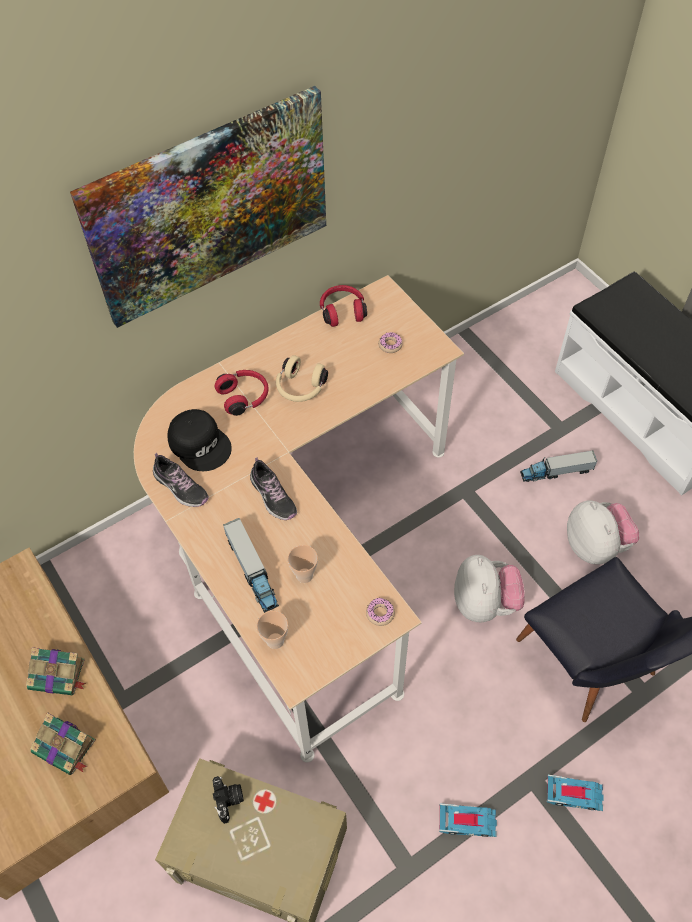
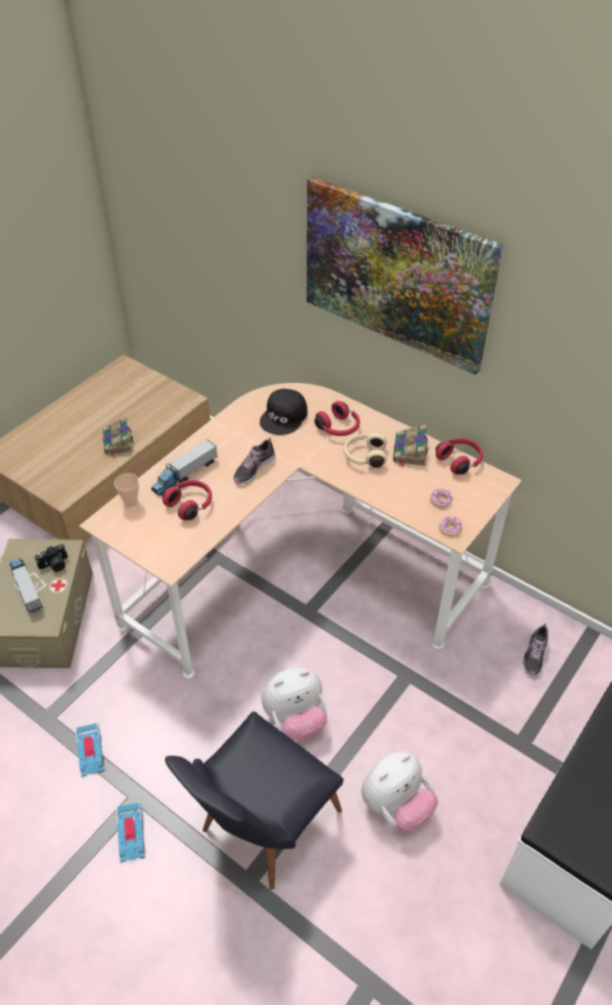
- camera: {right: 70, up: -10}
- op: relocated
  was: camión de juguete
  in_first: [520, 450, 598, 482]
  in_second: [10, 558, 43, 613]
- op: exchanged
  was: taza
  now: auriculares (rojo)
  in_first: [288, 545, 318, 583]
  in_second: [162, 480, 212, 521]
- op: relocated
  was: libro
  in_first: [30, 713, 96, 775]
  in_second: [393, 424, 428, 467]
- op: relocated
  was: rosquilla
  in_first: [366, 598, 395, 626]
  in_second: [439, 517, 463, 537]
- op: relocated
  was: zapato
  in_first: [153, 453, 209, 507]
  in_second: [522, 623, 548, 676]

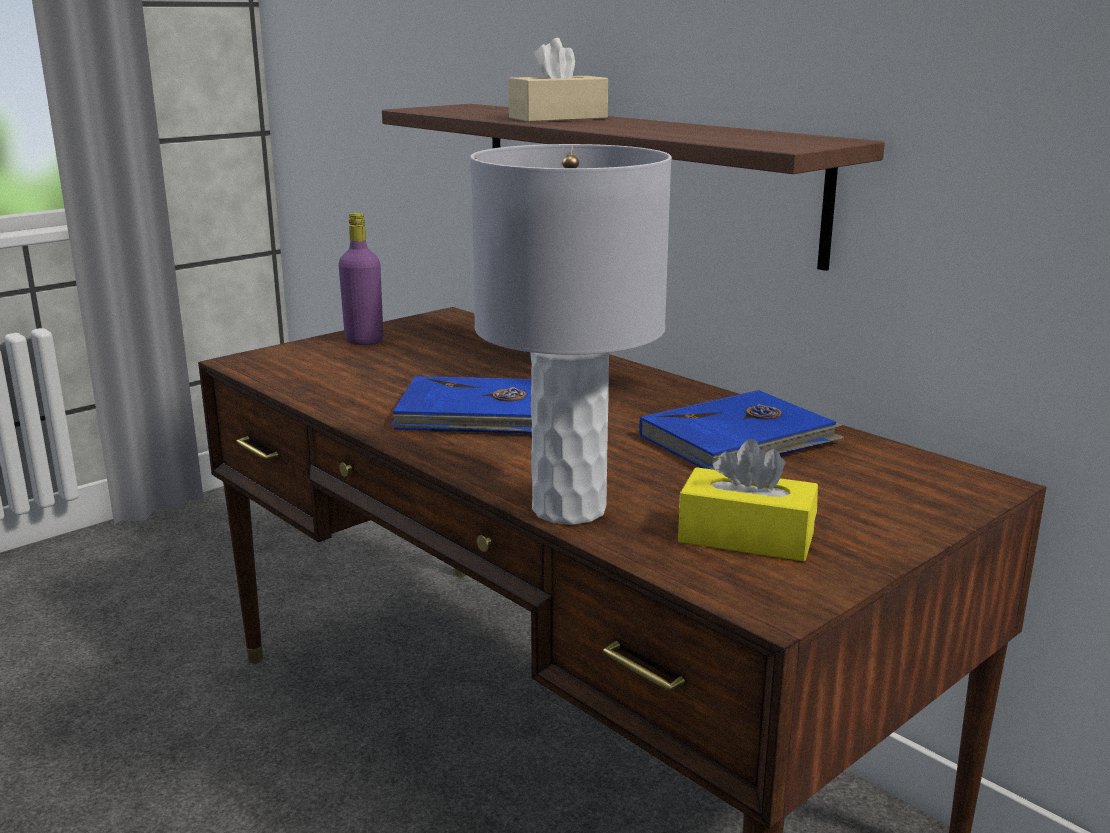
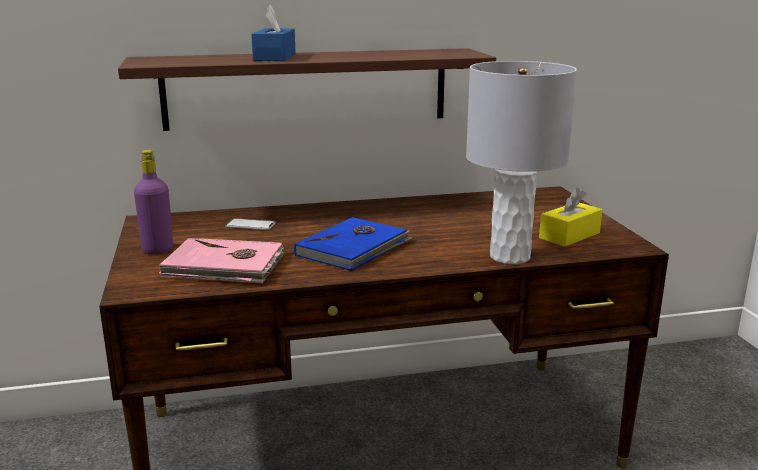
- camera: {right: -60, up: 0}
- op: appeared
  now: libro (rosa)
  in_second: [158, 238, 284, 283]
- op: appeared
  now: móvil
  in_second: [225, 218, 276, 230]
- op: colour
  was: caja de pañuelos (beis)
  now: caja de pañuelos (azul)
  in_first: [508, 38, 608, 122]
  in_second: [251, 5, 296, 61]
- op: missing
  was: libro (azul)
  in_first: [639, 390, 844, 470]

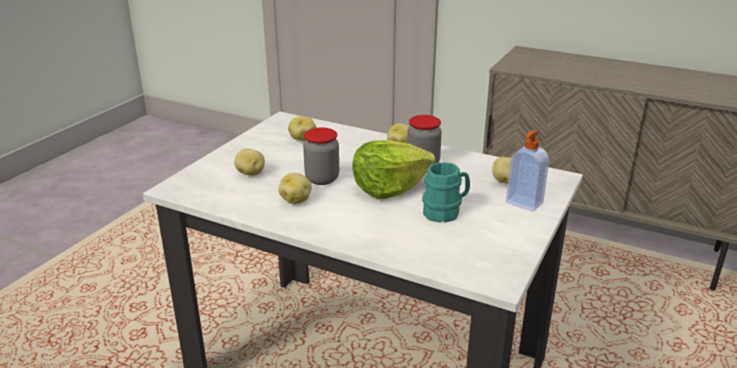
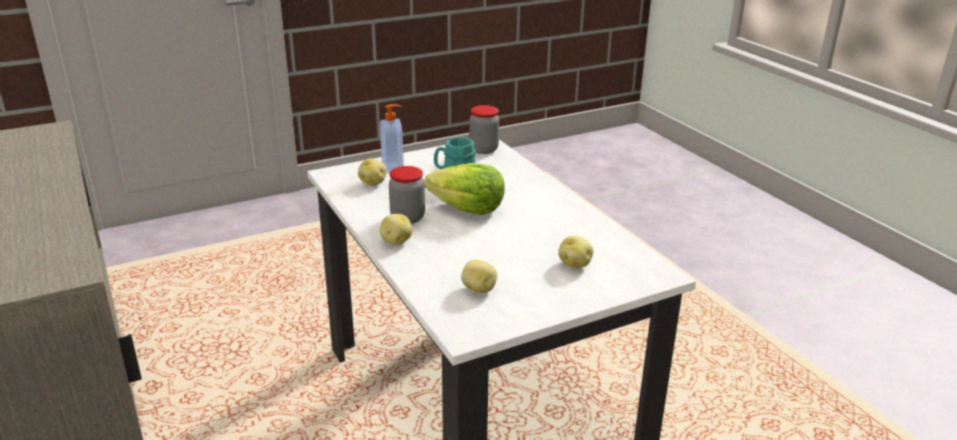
- camera: {right: -145, up: 0}
- op: relocated
  was: tarro
  in_first: [303, 127, 339, 185]
  in_second: [469, 105, 499, 154]
- op: missing
  was: patata
  in_first: [279, 173, 312, 204]

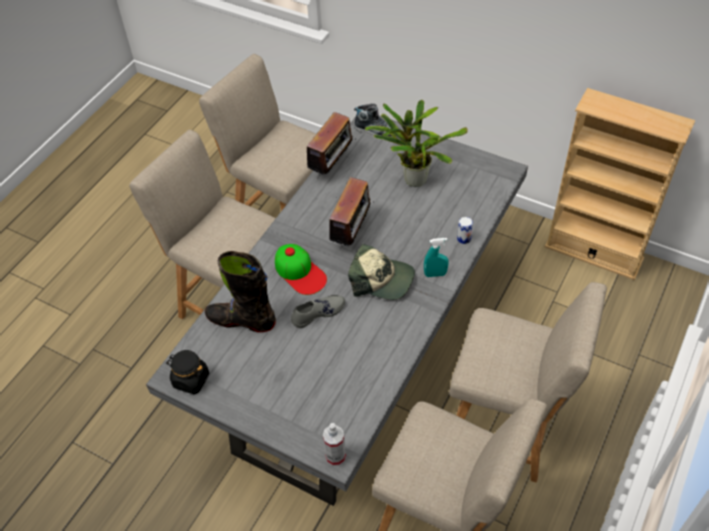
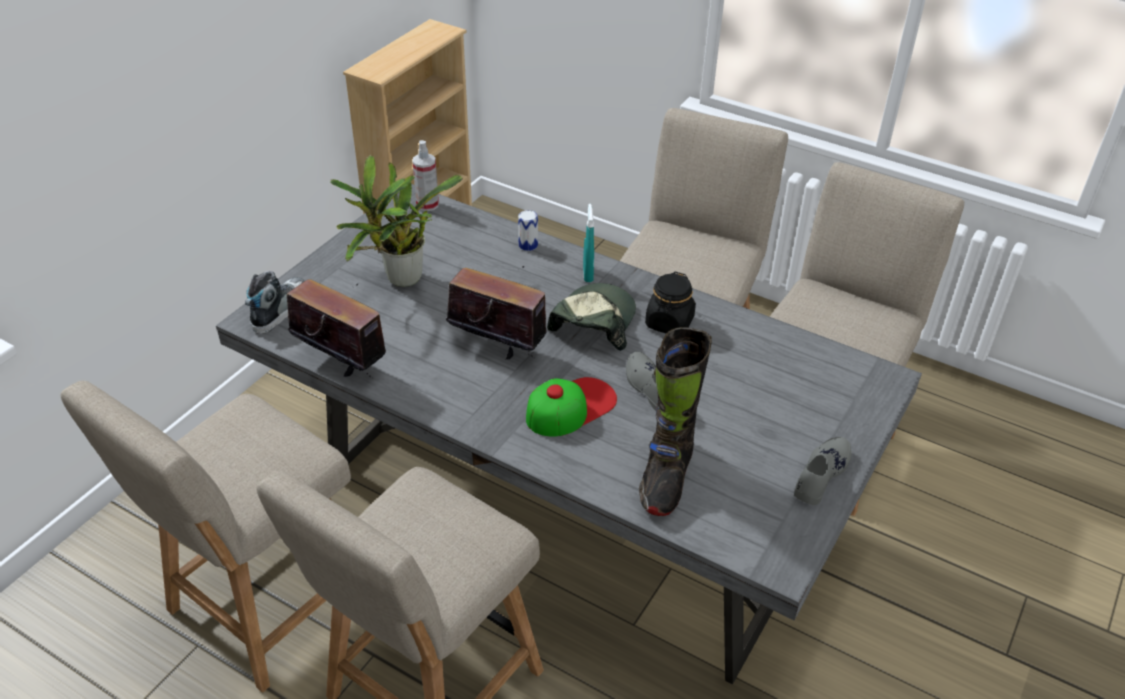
- camera: {right: -90, up: -10}
- op: relocated
  was: pulverizador
  in_first: [323, 423, 346, 466]
  in_second: [412, 140, 439, 211]
- op: relocated
  was: tarro (negro)
  in_first: [166, 350, 209, 394]
  in_second: [645, 272, 696, 334]
- op: appeared
  now: zapato (gris)
  in_second: [794, 437, 852, 505]

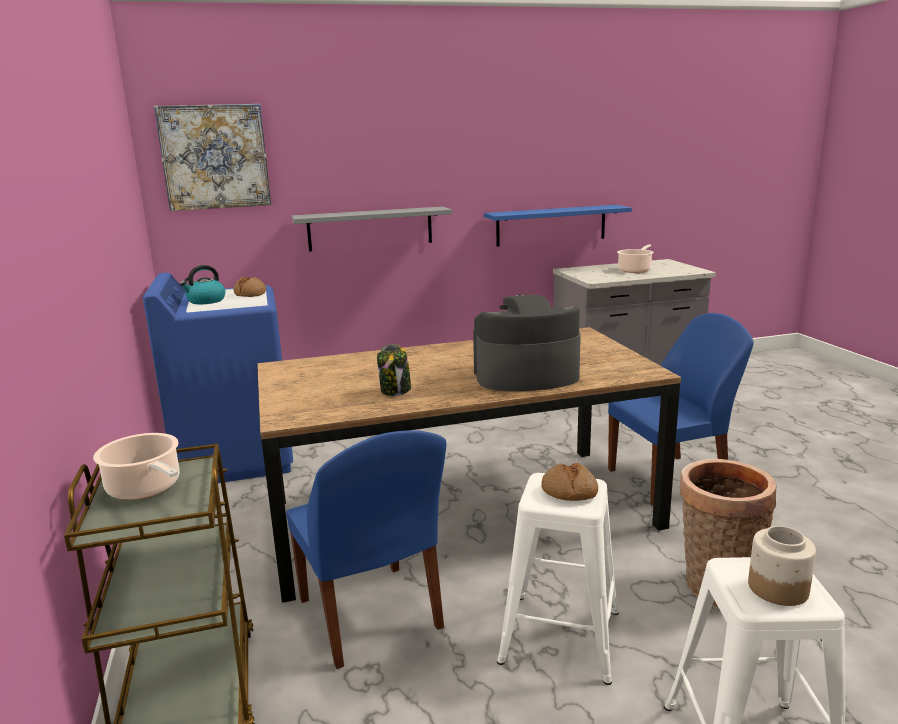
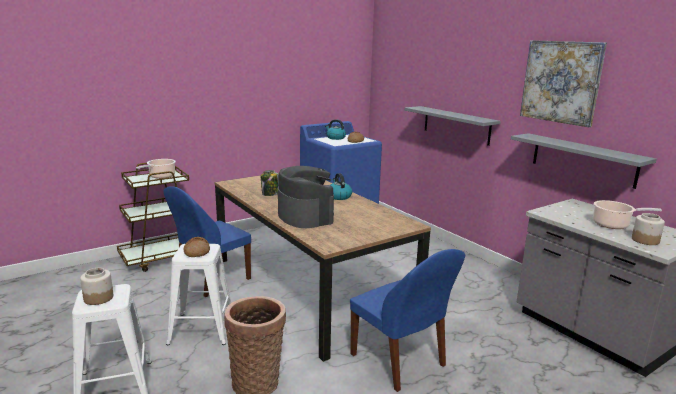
- camera: {right: 70, up: 0}
- op: appeared
  now: hervidor
  in_second: [330, 173, 352, 200]
- op: colour
  was: estante (azul)
  now: estante (gris)
  in_first: [484, 205, 632, 247]
  in_second: [511, 133, 657, 189]
- op: relocated
  was: cuadro
  in_first: [154, 104, 271, 211]
  in_second: [520, 40, 607, 127]
- op: appeared
  now: tarro
  in_second: [632, 213, 665, 245]

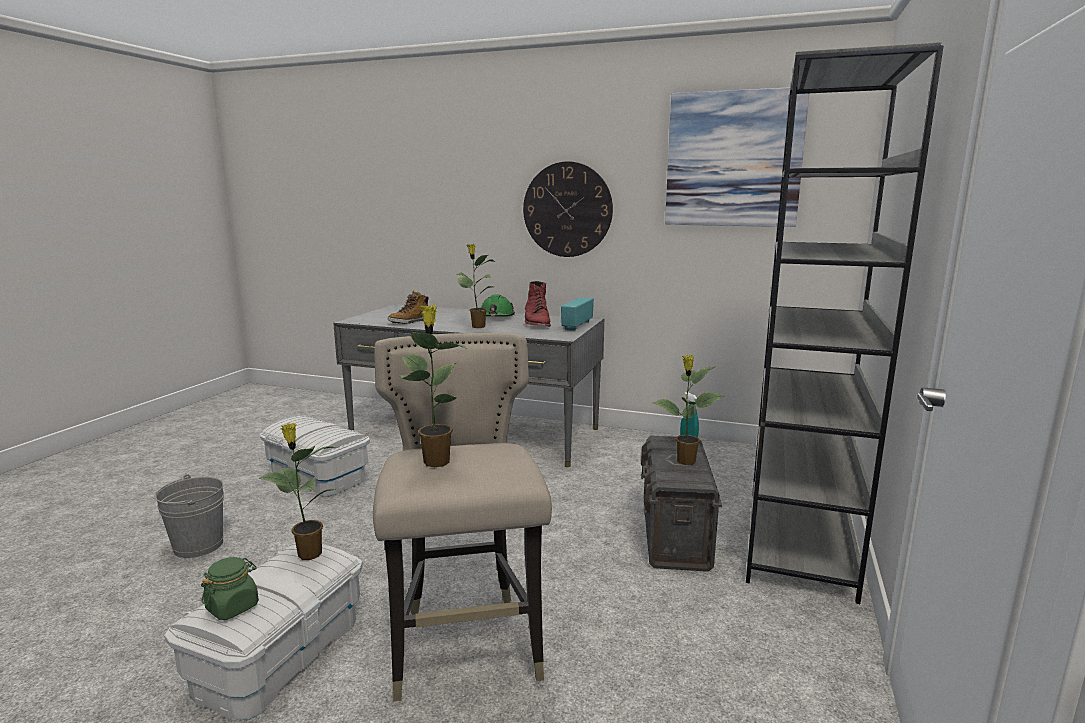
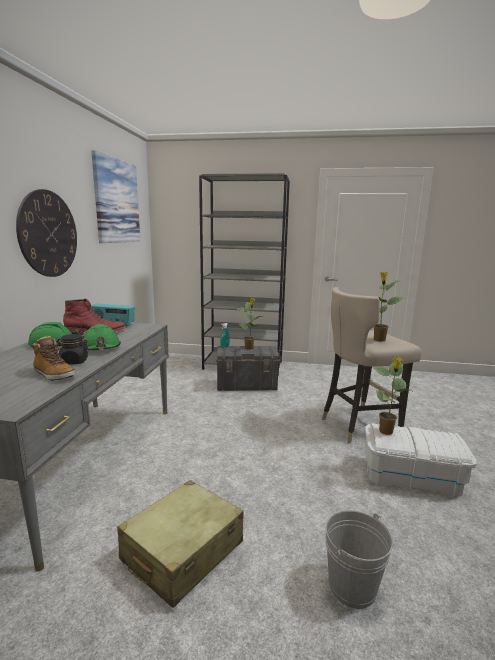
- camera: {right: -100, up: 0}
- op: appeared
  now: tarro (negro)
  in_second: [57, 334, 89, 365]
- op: exchanged
  was: planta en maceta
  now: casco (verde)
  in_first: [456, 244, 496, 328]
  in_second: [83, 324, 121, 350]
- op: exchanged
  was: caja de almacenaje (blanco)
  now: maleta (beis)
  in_first: [260, 416, 370, 497]
  in_second: [117, 480, 243, 608]
- op: missing
  was: tarro (verde)
  in_first: [201, 557, 259, 620]

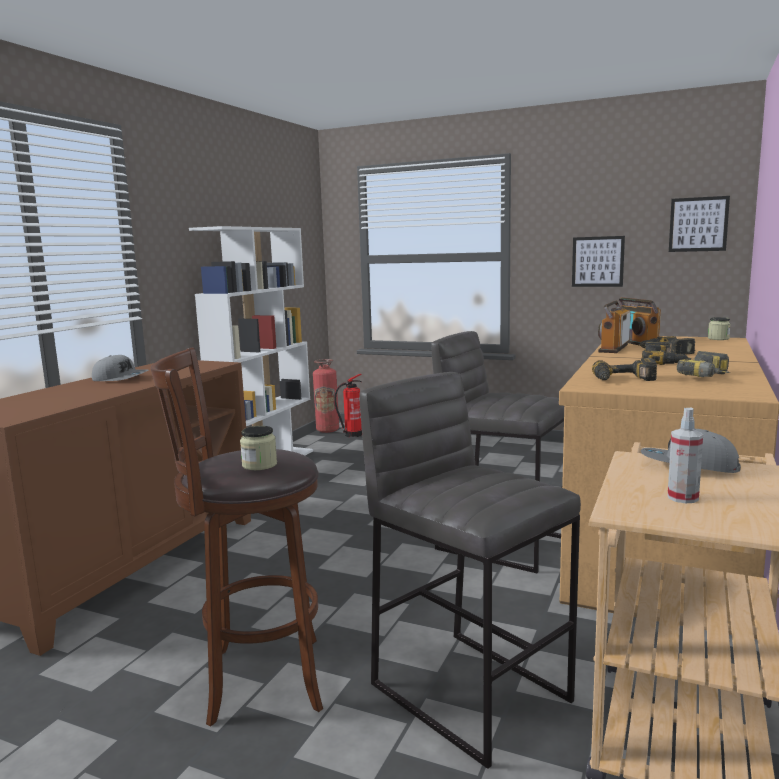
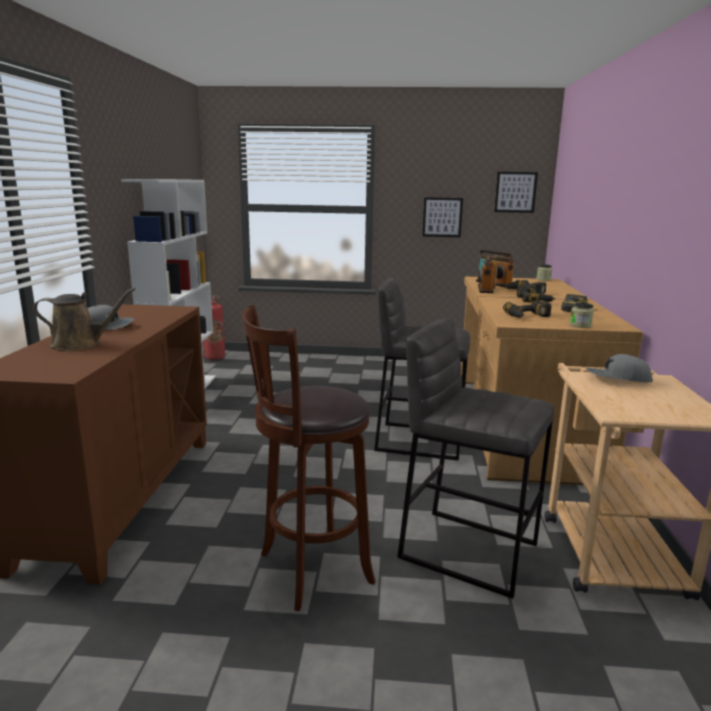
- camera: {right: -20, up: 5}
- op: appeared
  now: regadera (marrón)
  in_second: [33, 288, 136, 351]
- op: relocated
  was: tarro
  in_first: [240, 426, 277, 470]
  in_second: [570, 302, 594, 328]
- op: missing
  was: extintor
  in_first: [334, 374, 362, 437]
- op: missing
  was: pulverizador
  in_first: [668, 408, 703, 503]

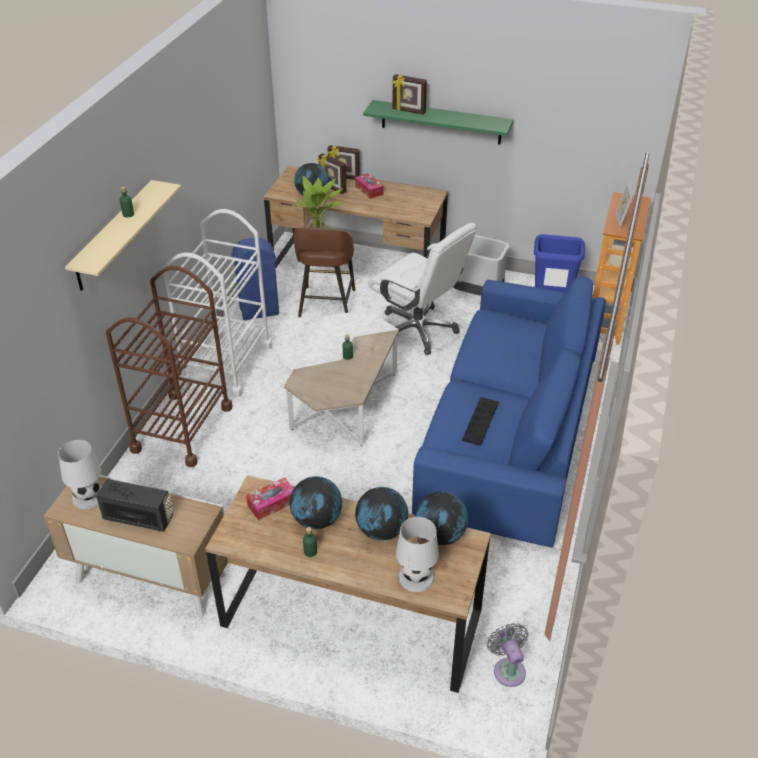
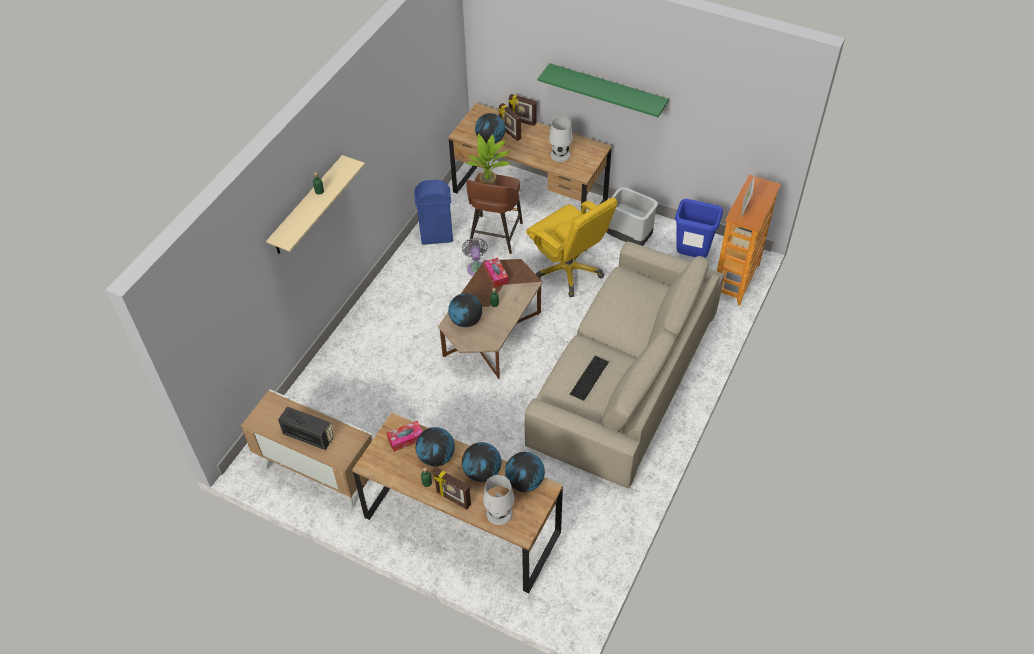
- camera: {right: 10, up: 10}
- op: relocated
  was: portarretratos
  in_first: [392, 74, 427, 115]
  in_second: [434, 468, 471, 510]
- op: colour
  was: mesa de centro (blanco)
  now: mesa de centro (marrón)
  in_first: [284, 310, 399, 446]
  in_second: [438, 259, 542, 379]
- op: appeared
  now: globo terráqueo
  in_second: [448, 293, 482, 327]
- op: relocated
  was: ventilador (gris)
  in_first: [487, 623, 528, 687]
  in_second: [462, 238, 488, 276]
- op: relocated
  was: caja de pañuelos
  in_first: [355, 173, 384, 199]
  in_second: [484, 258, 509, 287]
- op: colour
  was: sofá (azul)
  now: sofá (beis)
  in_first: [412, 276, 606, 548]
  in_second: [525, 241, 725, 488]
- op: colour
  was: silla de oficina (blanco)
  now: silla de oficina (amarillo)
  in_first: [368, 223, 477, 355]
  in_second: [526, 198, 617, 297]
- op: relocated
  was: lámpara de mesa (blanco)
  in_first: [58, 440, 101, 509]
  in_second: [549, 117, 573, 162]
- op: missing
  was: carrito (marrón)
  in_first: [106, 266, 232, 467]
- op: missing
  was: carrito (blanco)
  in_first: [163, 209, 272, 397]

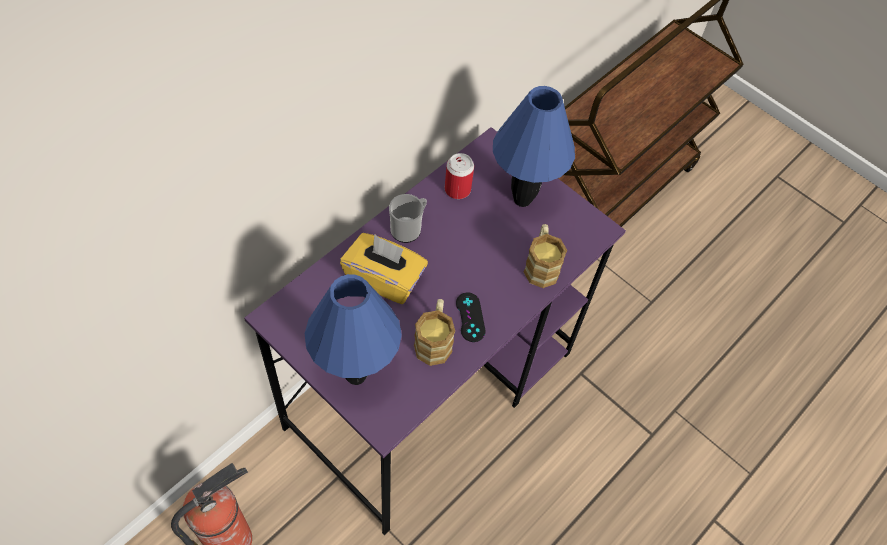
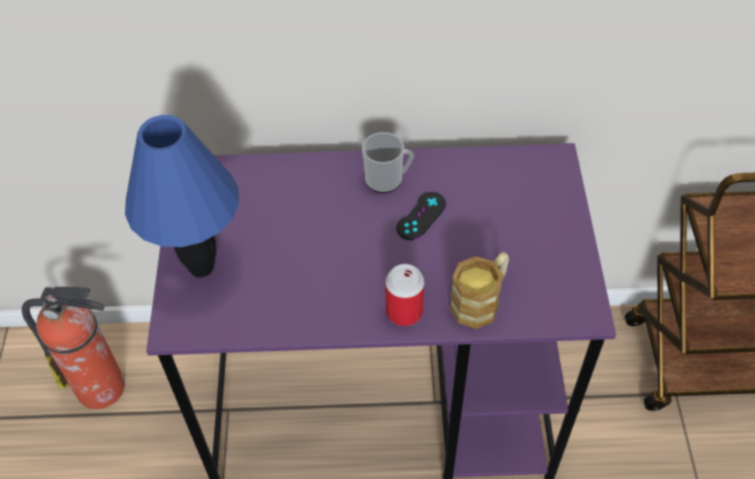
- camera: {right: 50, up: -5}
- op: relocated
  was: lata
  in_first: [445, 153, 474, 199]
  in_second: [385, 264, 425, 326]
- op: relocated
  was: mando de consola (negro)
  in_first: [456, 293, 486, 342]
  in_second: [396, 192, 446, 240]
- op: missing
  was: caja de pañuelos (amarillo)
  in_first: [340, 233, 428, 304]
- op: missing
  was: taza grande
  in_first: [414, 299, 455, 366]
- op: missing
  was: lámpara de mesa (azul)
  in_first: [493, 86, 575, 207]

